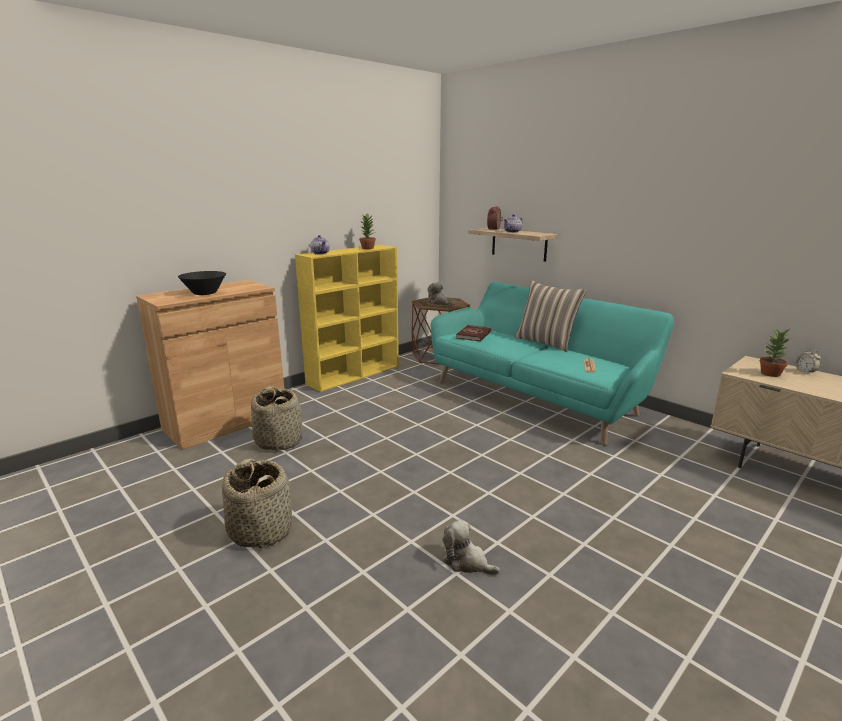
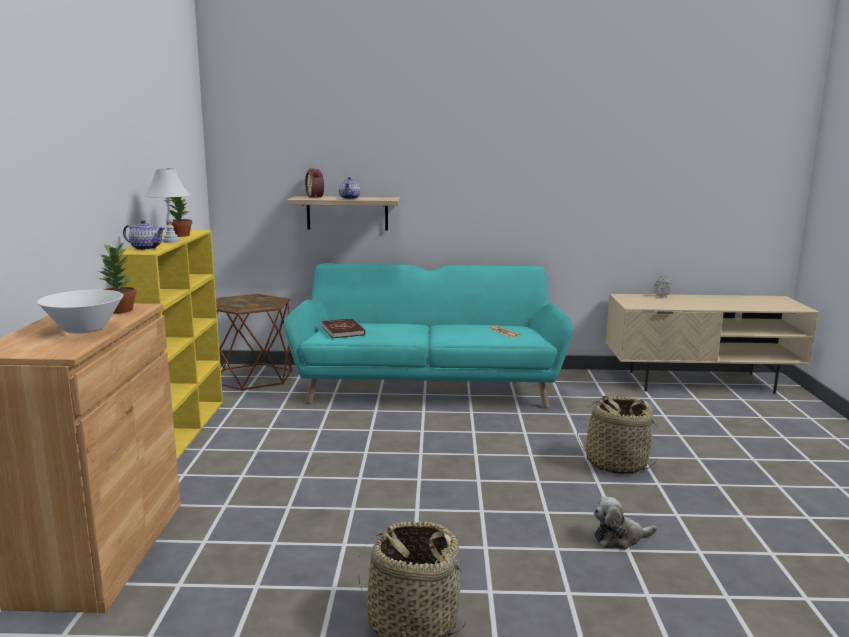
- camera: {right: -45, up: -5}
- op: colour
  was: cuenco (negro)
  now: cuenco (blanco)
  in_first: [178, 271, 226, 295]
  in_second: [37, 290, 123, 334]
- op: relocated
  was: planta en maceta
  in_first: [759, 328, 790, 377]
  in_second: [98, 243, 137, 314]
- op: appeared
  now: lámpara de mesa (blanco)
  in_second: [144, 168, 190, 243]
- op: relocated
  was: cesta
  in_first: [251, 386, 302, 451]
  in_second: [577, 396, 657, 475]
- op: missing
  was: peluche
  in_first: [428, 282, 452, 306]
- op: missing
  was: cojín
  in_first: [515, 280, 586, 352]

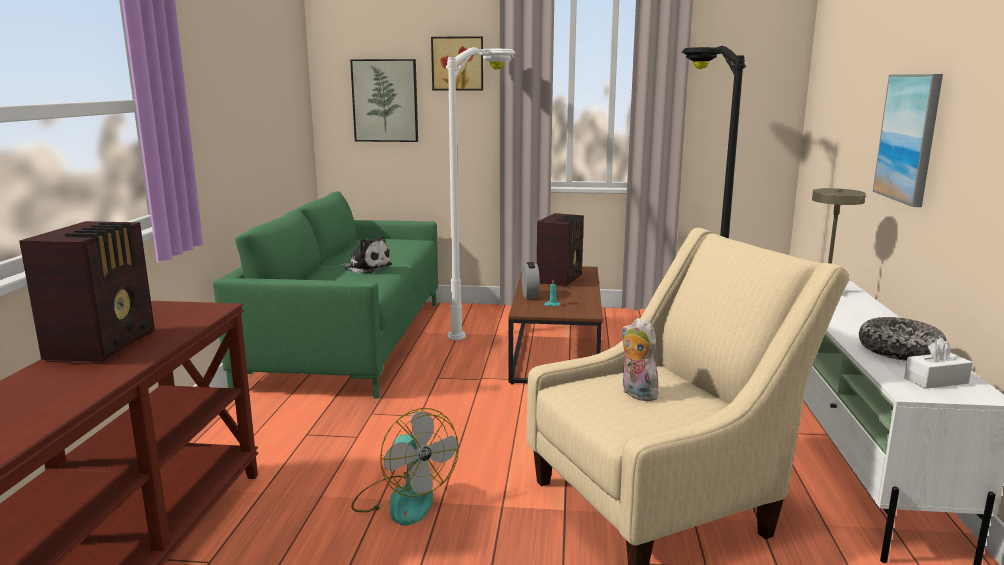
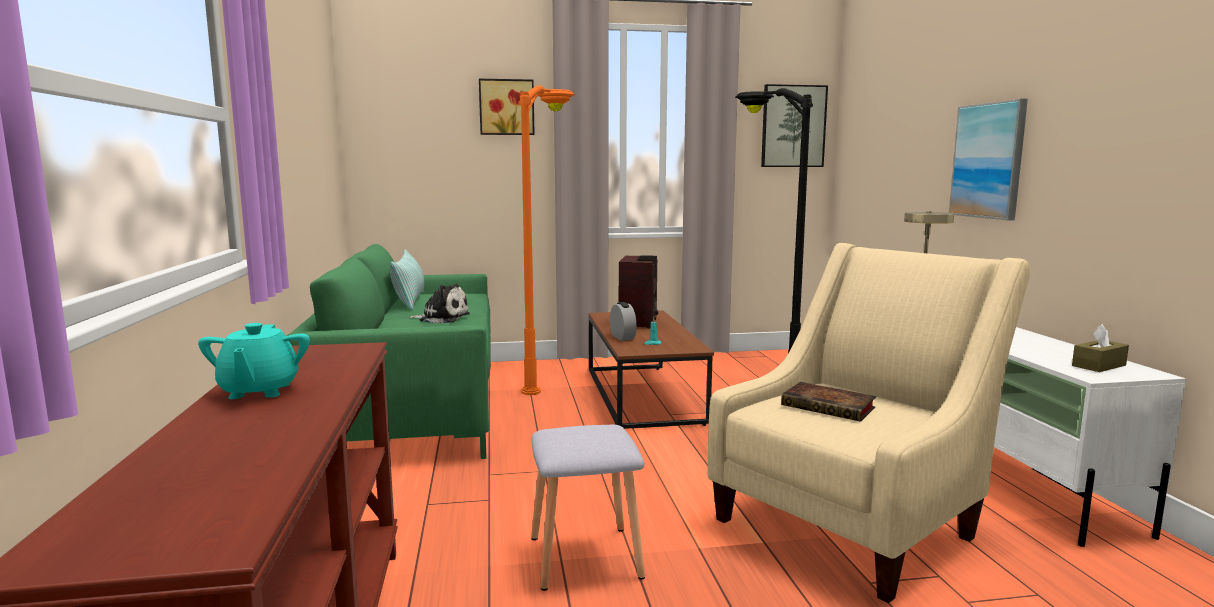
- camera: {right: -15, up: -5}
- op: exchanged
  was: radio
  now: tetera (turquesa)
  in_first: [19, 221, 155, 364]
  in_second: [198, 323, 310, 399]
- op: appeared
  now: cojín
  in_second: [390, 249, 424, 310]
- op: colour
  was: lámpara de pie (blanco)
  now: lámpara de pie (naranja)
  in_first: [446, 47, 516, 340]
  in_second: [519, 85, 575, 395]
- op: exchanged
  was: ventilador
  now: taburete (gris)
  in_first: [351, 408, 459, 525]
  in_second: [531, 425, 645, 591]
- op: relocated
  was: cuadro
  in_first: [350, 59, 418, 142]
  in_second: [761, 84, 828, 167]
- op: exchanged
  was: peluche
  now: libro
  in_first: [622, 318, 659, 401]
  in_second: [781, 382, 876, 422]
- op: colour
  was: caja de pañuelos (blanco)
  now: caja de pañuelos (marrón)
  in_first: [904, 338, 973, 389]
  in_second: [1072, 324, 1129, 372]
- op: missing
  was: cuenco
  in_first: [859, 317, 947, 361]

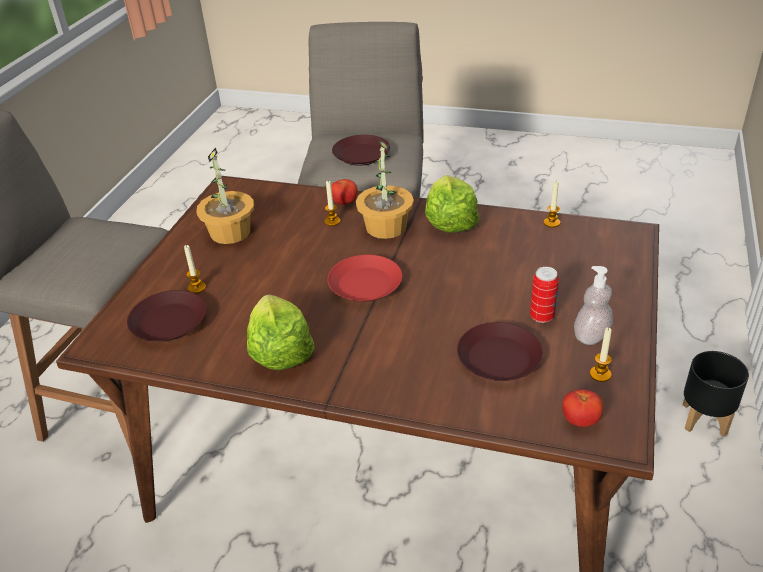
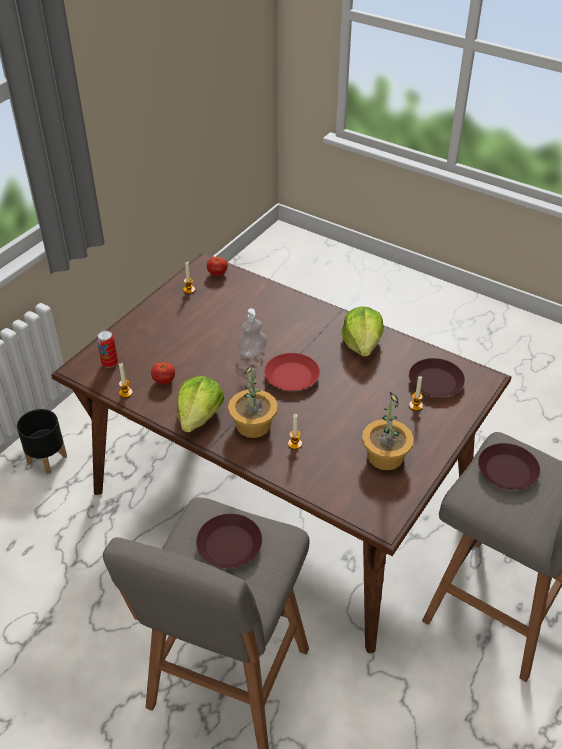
- camera: {right: -165, up: 5}
- op: relocated
  was: lata
  in_first: [530, 267, 559, 323]
  in_second: [97, 330, 118, 368]
- op: relocated
  was: tomate
  in_first: [331, 179, 358, 205]
  in_second: [151, 362, 175, 384]
- op: relocated
  was: dispensador de jabón
  in_first: [574, 266, 613, 345]
  in_second: [237, 308, 267, 358]
- op: relocated
  was: plato (marrón)
  in_first: [457, 322, 543, 381]
  in_second: [478, 443, 540, 490]

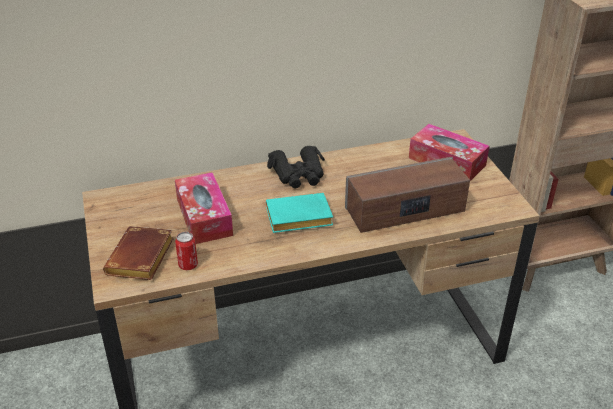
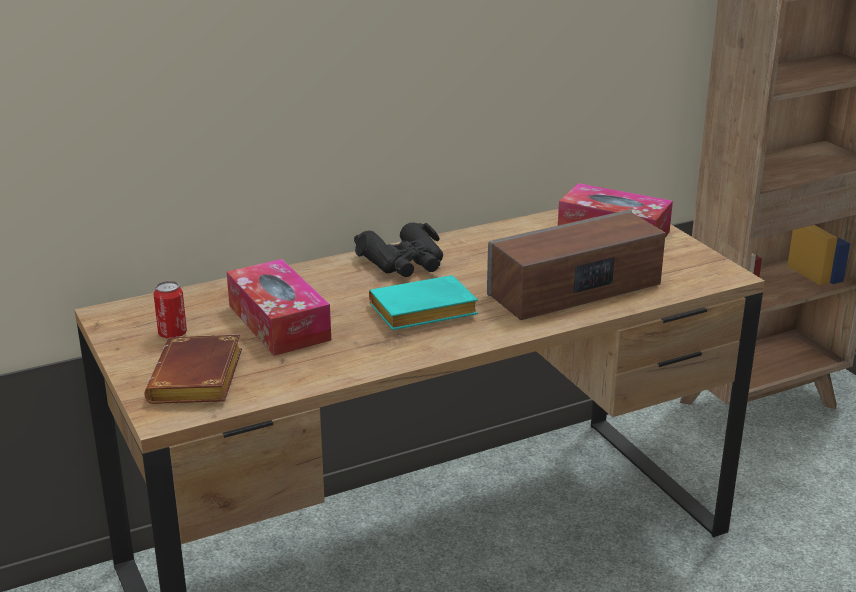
- camera: {right: -10, up: -10}
- op: relocated
  was: lata
  in_first: [175, 232, 198, 270]
  in_second: [154, 281, 187, 339]

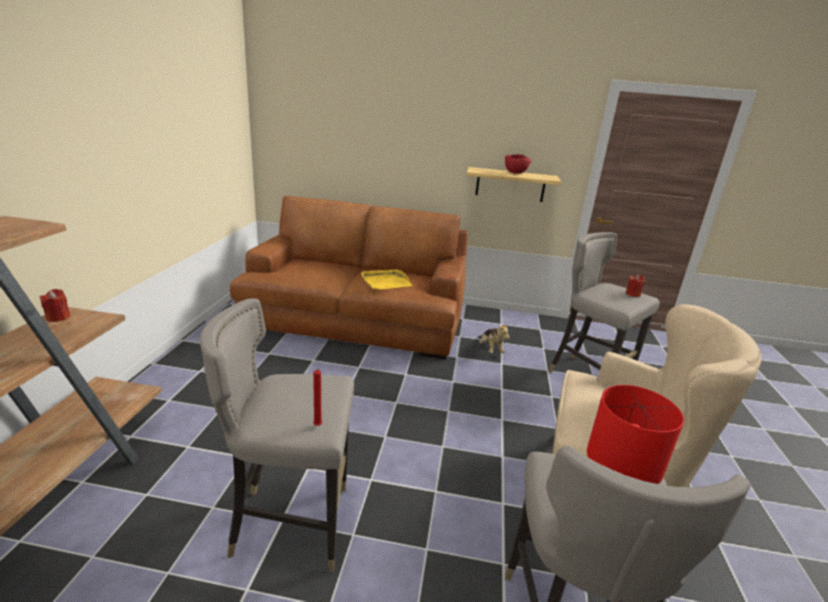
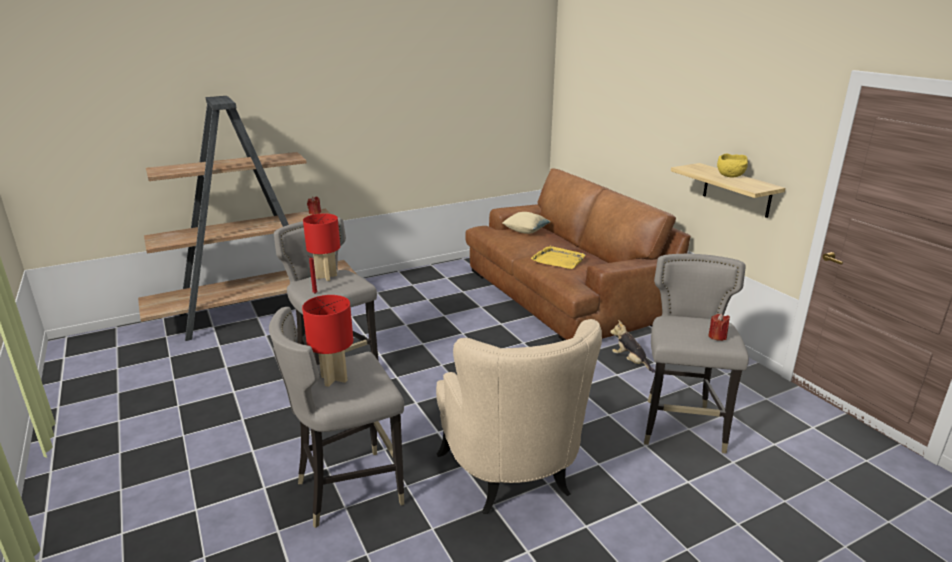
- camera: {right: 55, up: 0}
- op: appeared
  now: lámpara de mesa (rojo)
  in_second: [303, 214, 340, 281]
- op: appeared
  now: cojín (beis)
  in_second: [502, 212, 551, 234]
- op: spun
  was: peluche
  in_first: [478, 324, 510, 353]
  in_second: [610, 320, 655, 373]
  clockwise: 105
- op: colour
  was: cuenco (rojo)
  now: cuenco (amarillo)
  in_first: [505, 154, 531, 174]
  in_second: [717, 154, 748, 178]

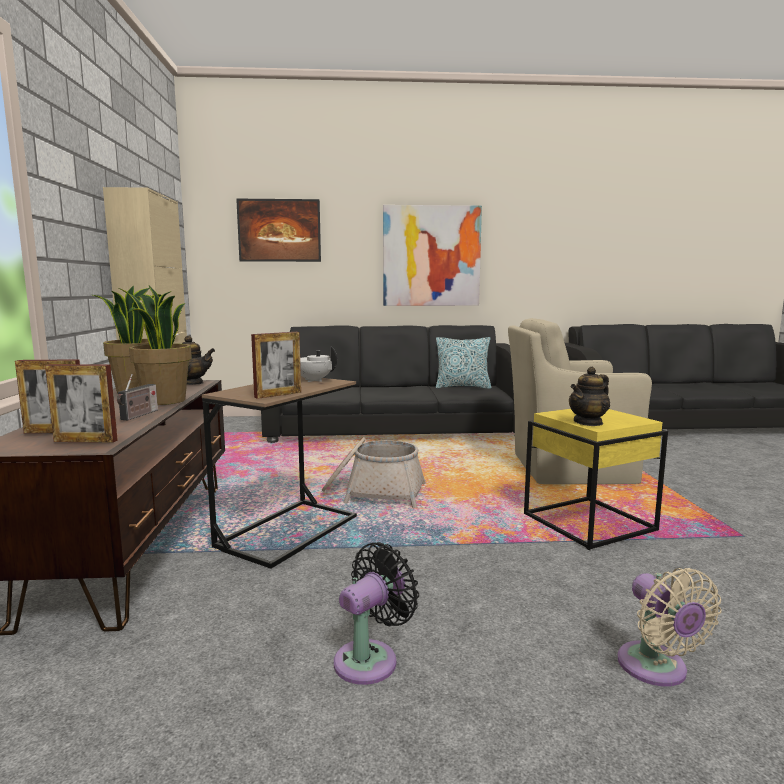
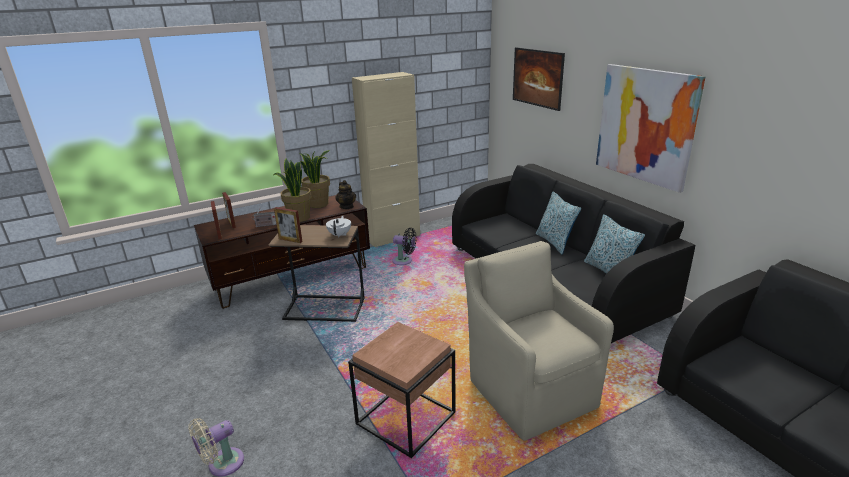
- camera: {right: 65, up: 15}
- op: colour
  was: mesa auxiliar (amarillo)
  now: mesa auxiliar (marrón)
  in_first: [524, 409, 668, 550]
  in_second: [348, 322, 456, 458]
- op: relocated
  was: ventilador (negro)
  in_first: [334, 542, 419, 685]
  in_second: [392, 228, 416, 265]
- op: appeared
  now: cojín
  in_second: [536, 192, 581, 255]
- op: missing
  was: cesta
  in_first: [322, 437, 426, 508]
- op: missing
  was: tetera
  in_first: [569, 367, 610, 426]

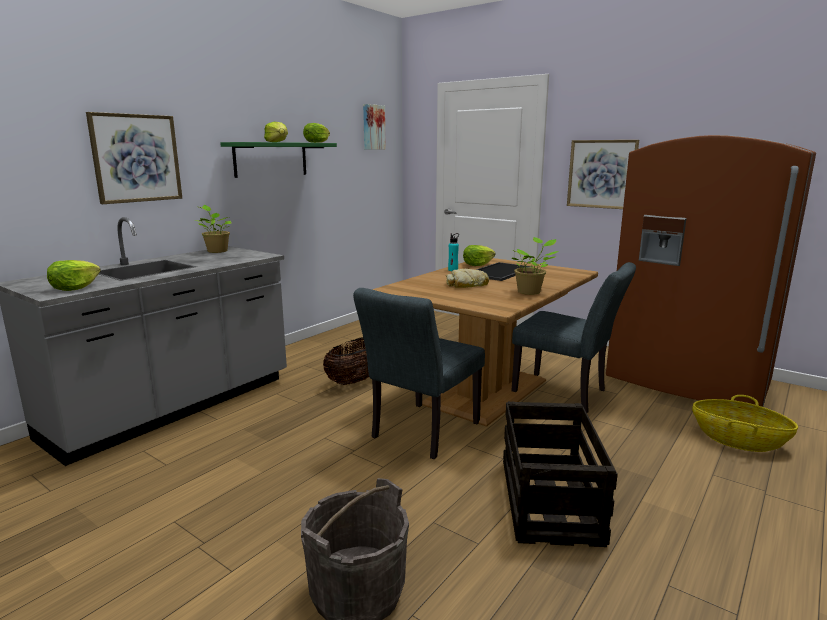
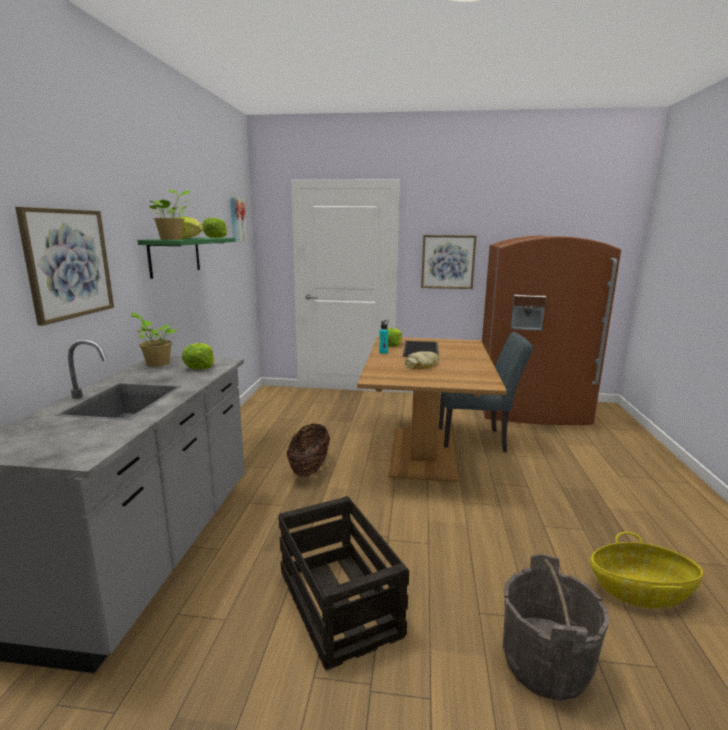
- camera: {right: -30, up: 0}
- op: relocated
  was: planta en maceta
  in_first: [512, 237, 559, 295]
  in_second: [149, 189, 192, 240]
- op: relocated
  was: lechuga
  in_first: [47, 260, 101, 291]
  in_second: [182, 343, 215, 369]
- op: relocated
  was: caja de embalaje
  in_first: [503, 401, 618, 547]
  in_second: [278, 496, 409, 670]
- op: relocated
  was: cesta
  in_first: [692, 395, 798, 452]
  in_second: [590, 532, 703, 609]
- op: missing
  was: silla (gris)
  in_first: [353, 288, 485, 459]

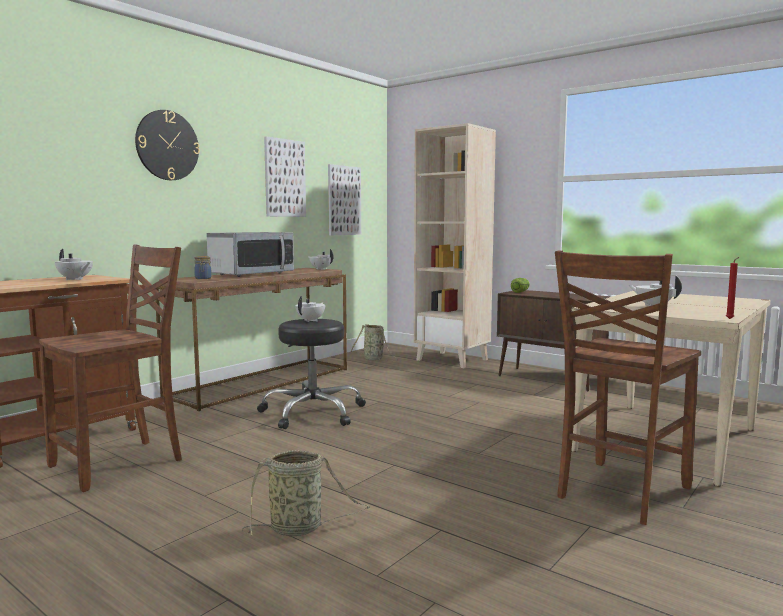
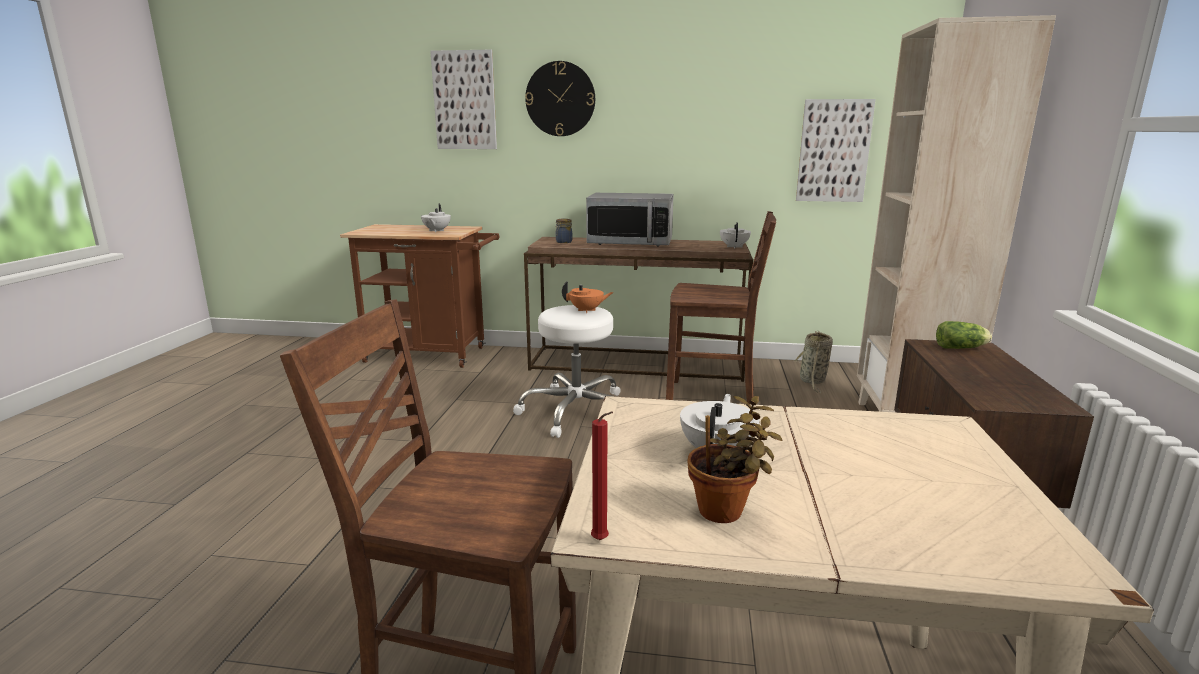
- camera: {right: 60, up: 10}
- op: relocated
  was: cuadro
  in_first: [264, 136, 306, 217]
  in_second: [430, 50, 497, 149]
- op: colour
  was: taburete (negro)
  now: taburete (blanco)
  in_first: [257, 319, 366, 429]
  in_second: [513, 305, 621, 438]
- op: colour
  was: tetera (blanco)
  now: tetera (naranja)
  in_first: [295, 296, 325, 322]
  in_second: [562, 281, 614, 313]
- op: relocated
  was: silla (marrón)
  in_first: [39, 245, 182, 492]
  in_second: [666, 211, 776, 404]
- op: appeared
  now: planta en maceta
  in_second: [687, 396, 782, 523]
- op: missing
  was: cesta
  in_first: [242, 450, 370, 537]

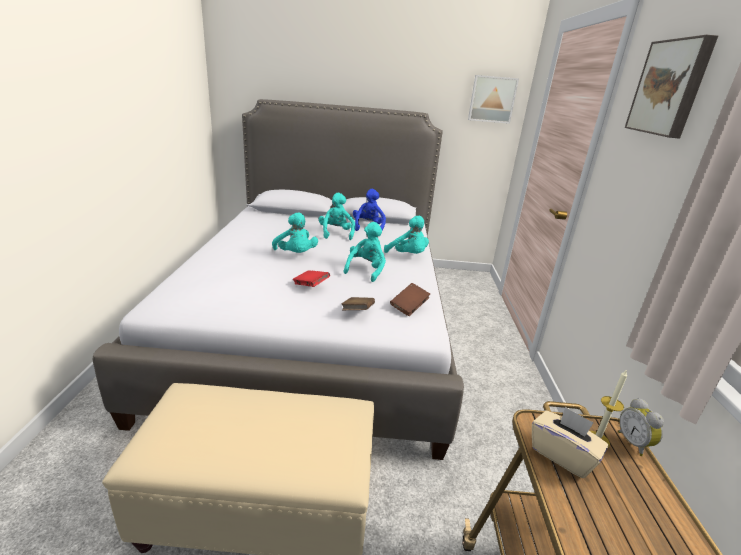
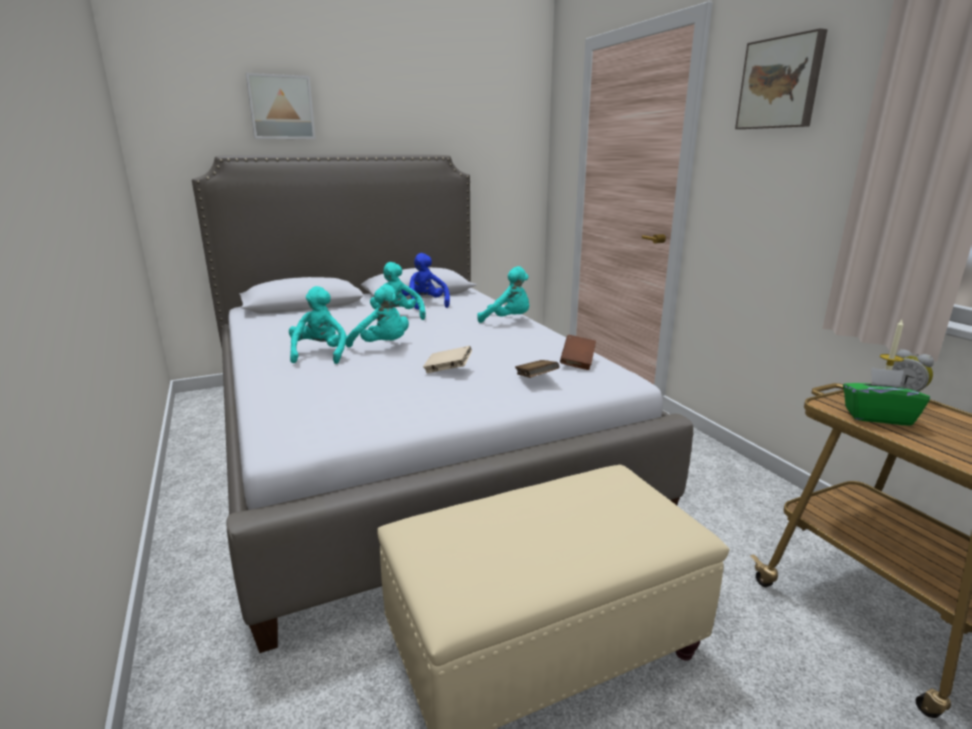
- camera: {right: -25, up: -5}
- op: relocated
  was: cuadro
  in_first: [468, 75, 519, 124]
  in_second: [246, 73, 316, 139]
- op: relocated
  was: peluche (turquesa)
  in_first: [344, 222, 386, 282]
  in_second: [289, 286, 346, 364]
- op: colour
  was: libro (rojo)
  now: libro (beis)
  in_first: [293, 270, 330, 287]
  in_second: [423, 346, 472, 373]
- op: colour
  was: caja de pañuelos (beis)
  now: caja de pañuelos (verde)
  in_first: [532, 406, 609, 478]
  in_second: [843, 367, 930, 426]

